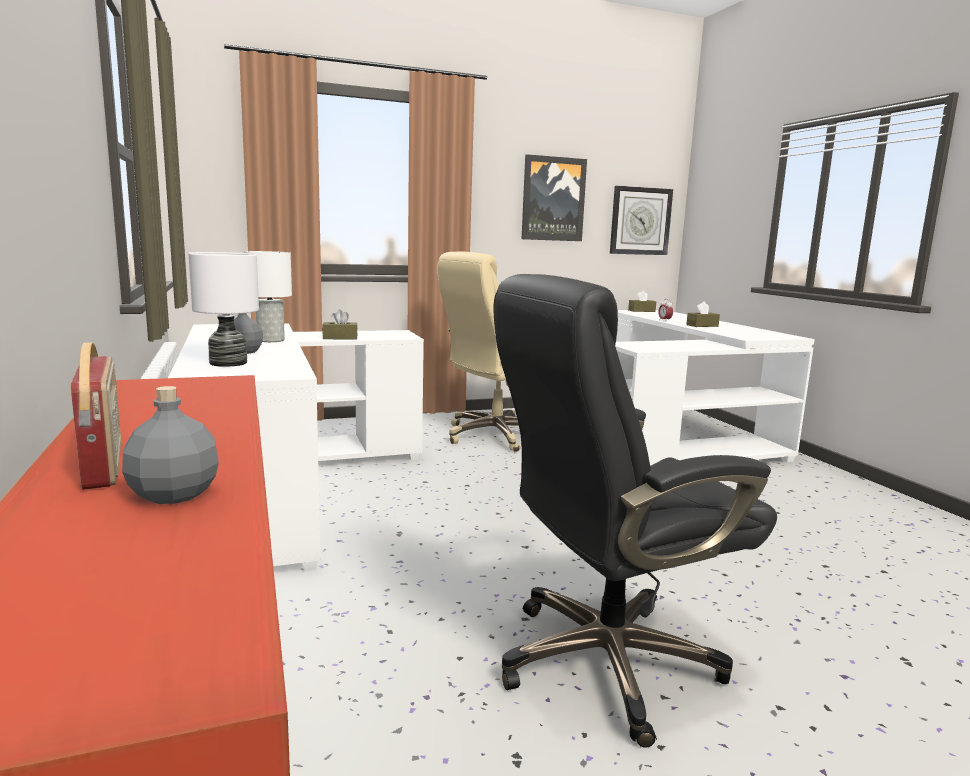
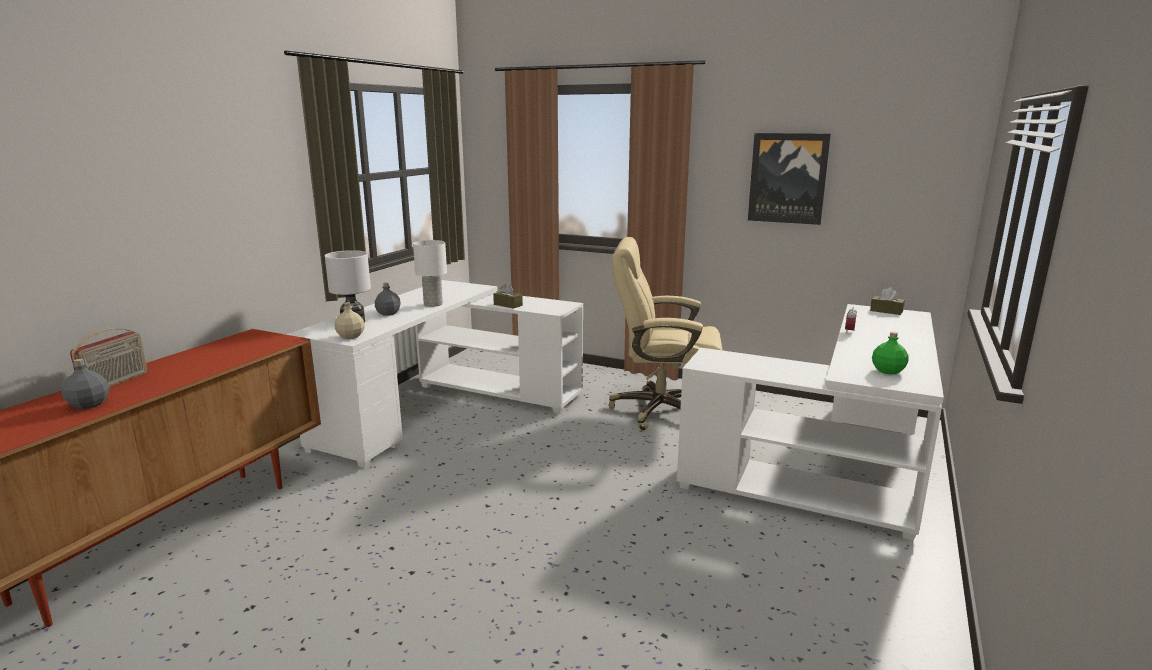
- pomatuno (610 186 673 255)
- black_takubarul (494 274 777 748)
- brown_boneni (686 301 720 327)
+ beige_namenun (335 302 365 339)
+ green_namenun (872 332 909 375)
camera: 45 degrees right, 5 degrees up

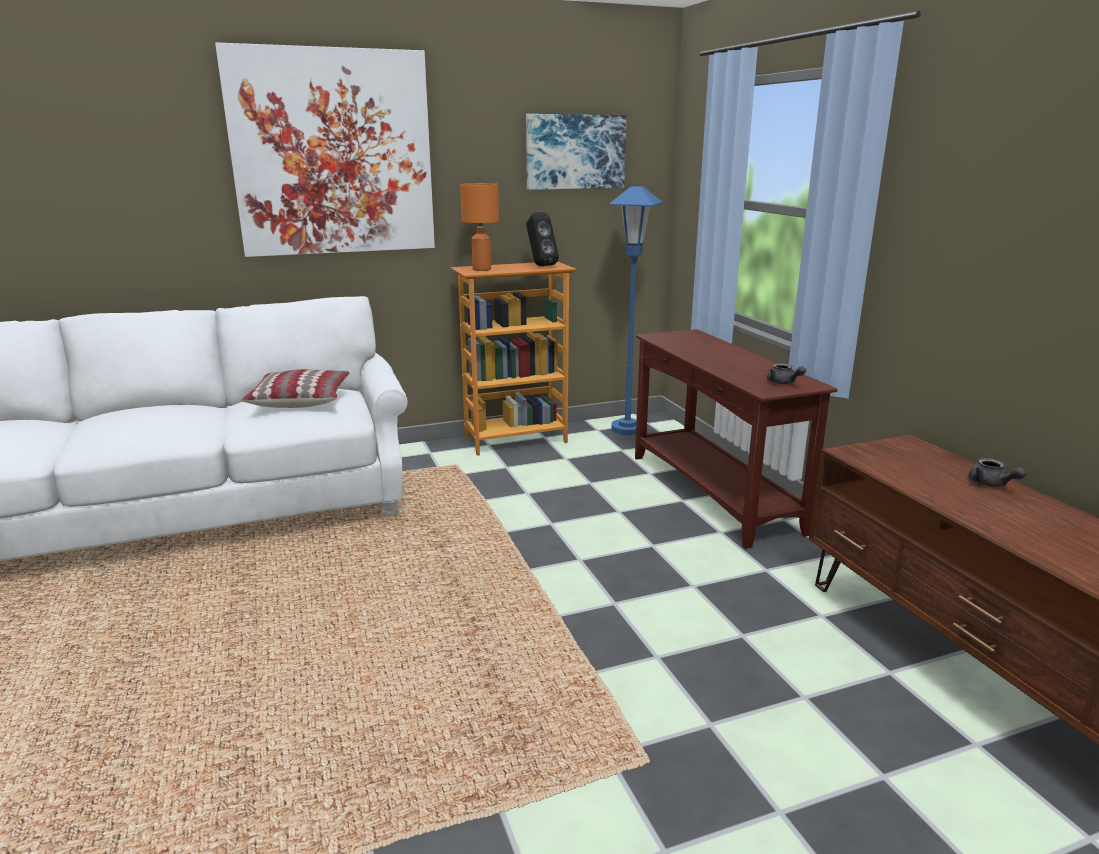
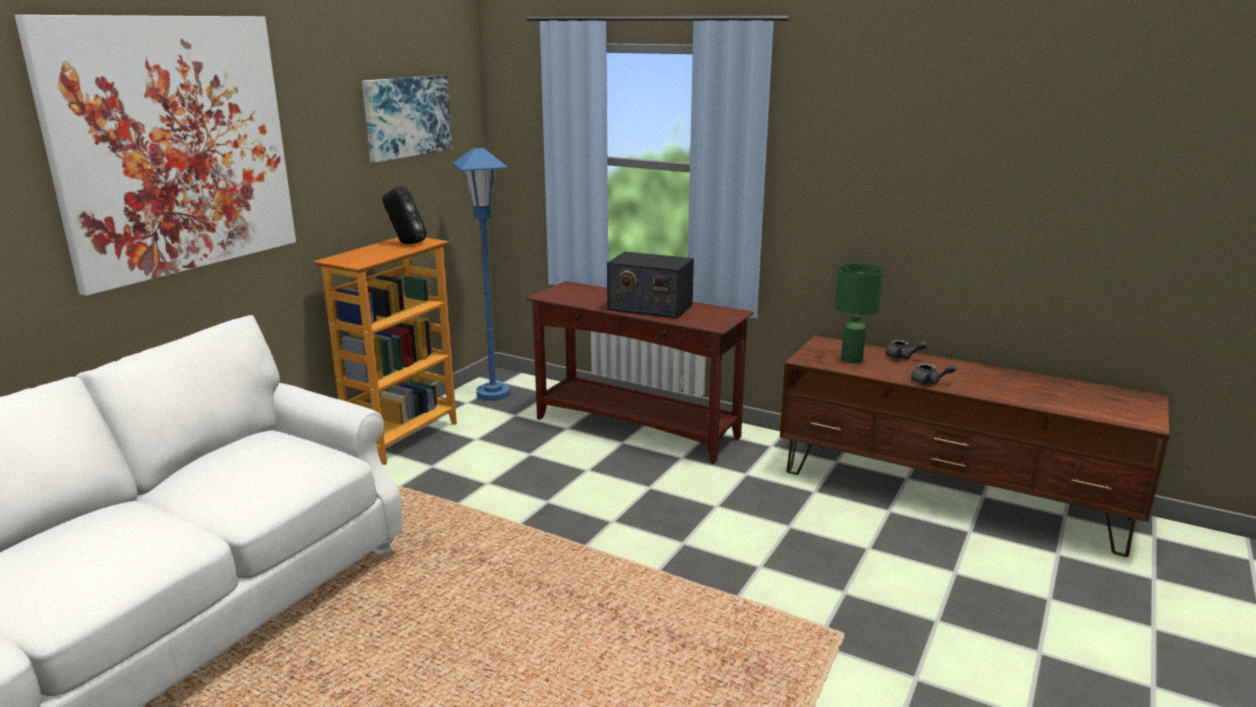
- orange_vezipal (460 183 499 271)
~ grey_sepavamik (767 363 806 384) to (911 363 956 385)
- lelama (241 369 349 408)
+ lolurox (607 252 694 319)
+ green_vezipal (835 263 883 363)
camera: 40 degrees left, 0 degrees up

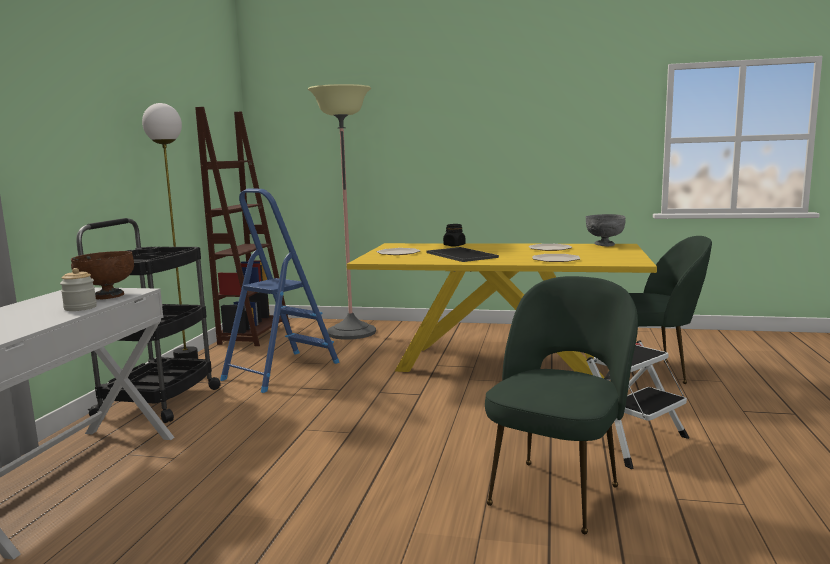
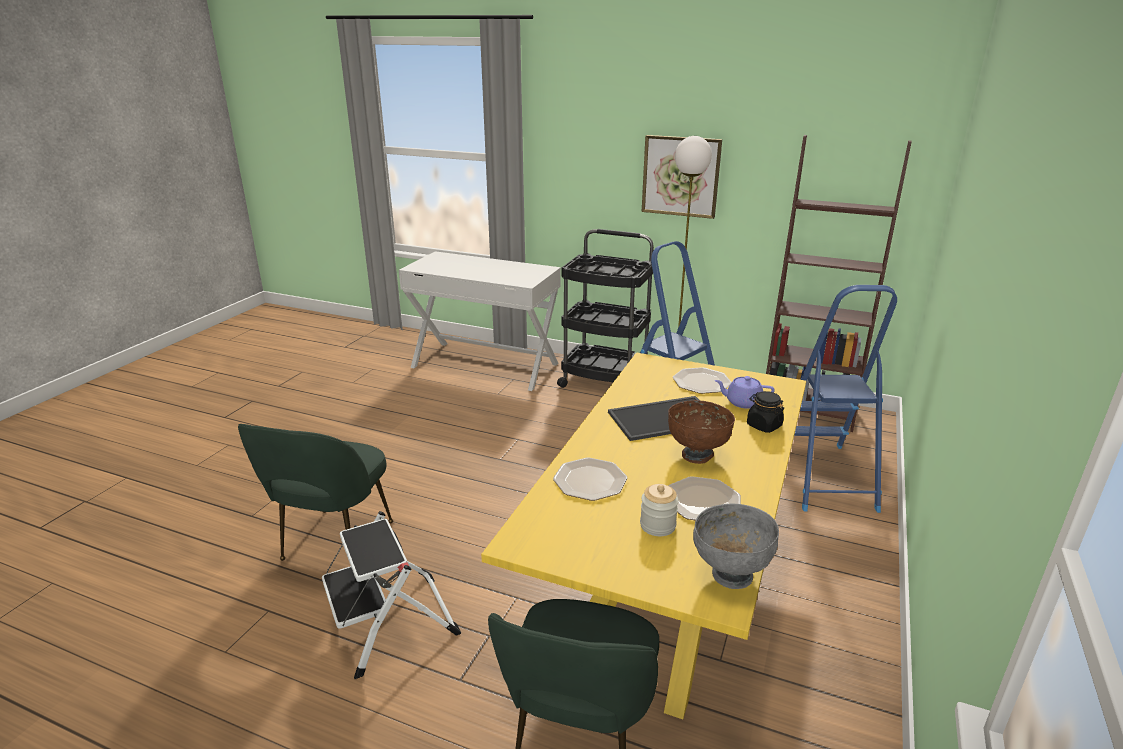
~ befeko (308 84 376 340) to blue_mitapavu (794 285 897 513)
~ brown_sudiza (71 251 134 299) to (668 400 735 464)
~ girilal (60 268 97 311) to (640 484 679 536)
~ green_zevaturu (485 276 638 534) = (238 424 393 561) 60 degrees clockwise
+ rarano (642 135 722 219)
+ purple_sepavamik (715 376 775 409)
camera: 100 degrees right, 15 degrees up

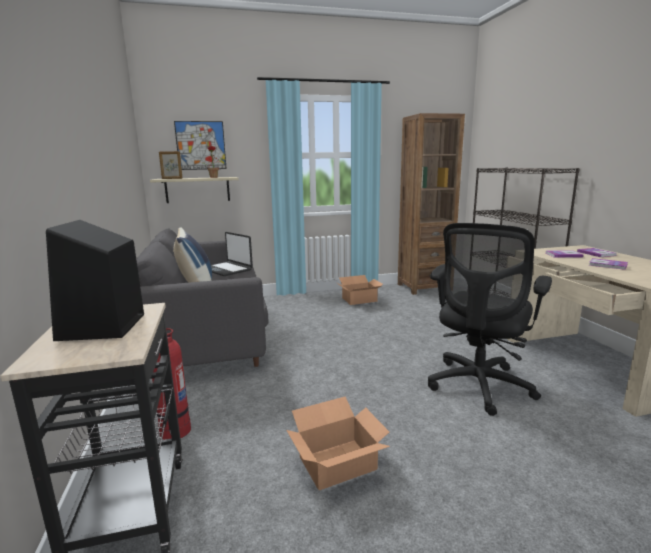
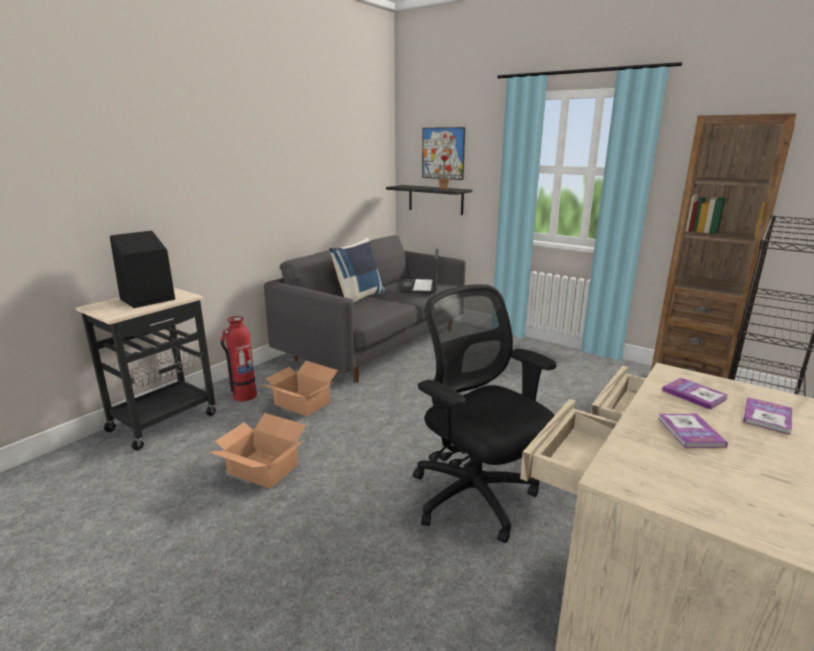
- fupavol (159 151 182 179)
~ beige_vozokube (150 177 239 203) to black_vozokube (386 185 472 215)
~ black_takubarul (428 223 552 416) = (413 284 556 543) 60 degrees clockwise
~ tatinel (337 275 383 305) to (261 361 338 416)
camera: 50 degrees right, 5 degrees up

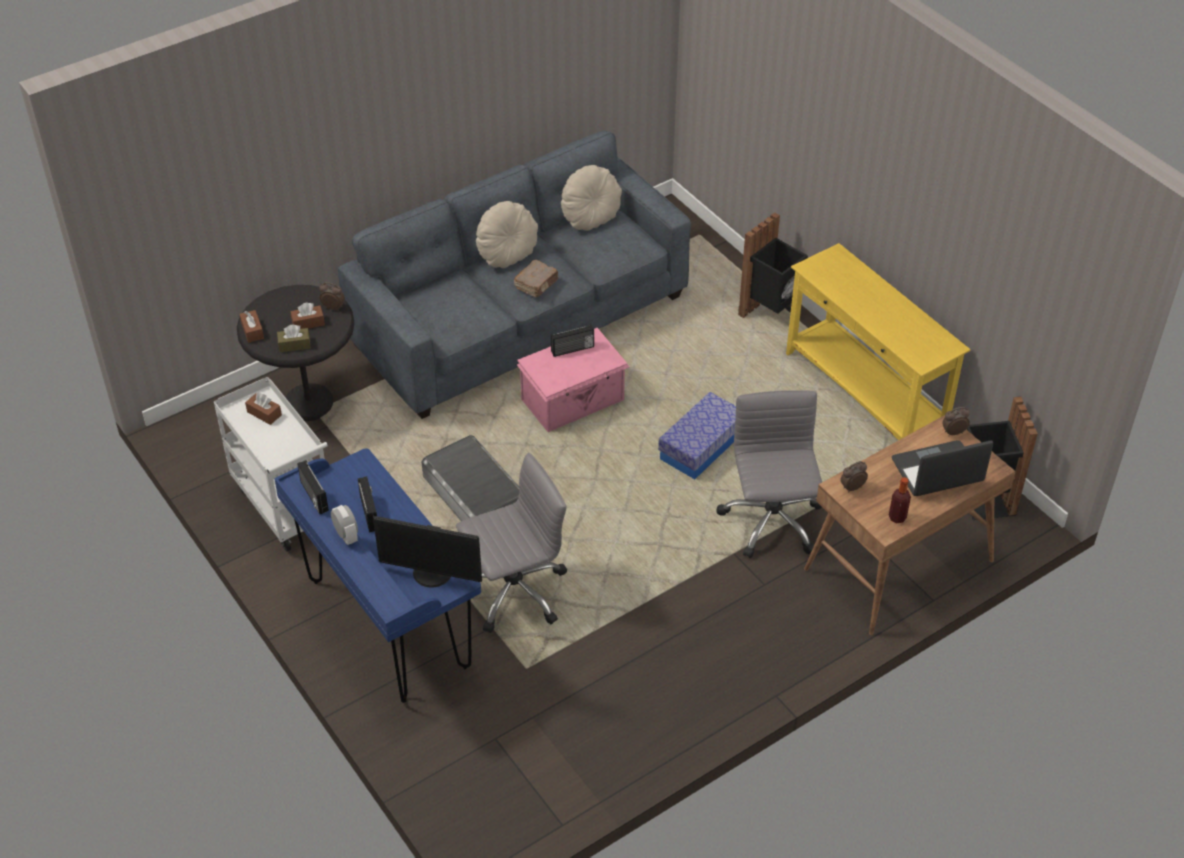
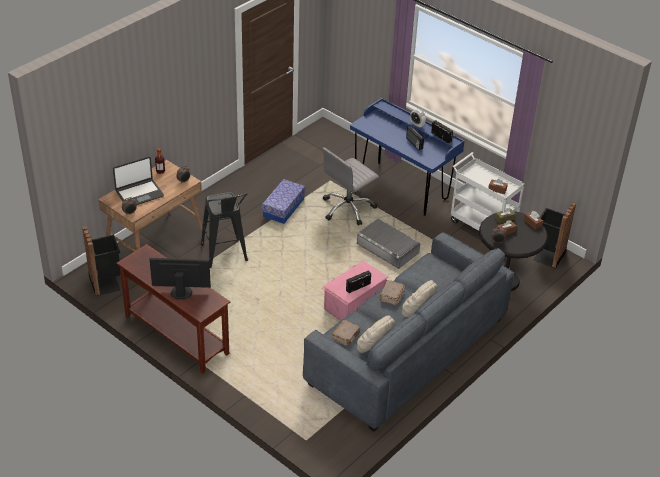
~ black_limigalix (738 212 808 318) to (533 202 576 269)
~ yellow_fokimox (786 243 970 440) to brown_fokimox (117 244 231 374)
~ grey_takubarul (716 390 822 558) to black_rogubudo (201 192 248 268)
~ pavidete (658 392 736 479) to (262 179 305 224)
~ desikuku (373 516 482 588) to (149 258 211 299)
+ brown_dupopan (332 320 360 346)
camera: 165 degrees right, 5 degrees down

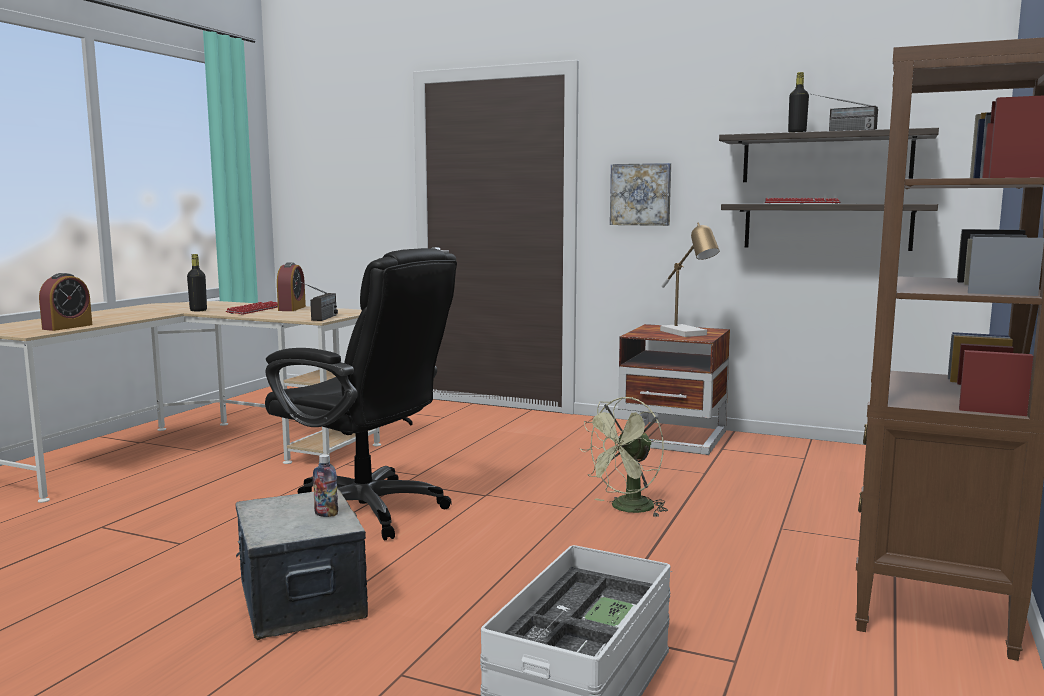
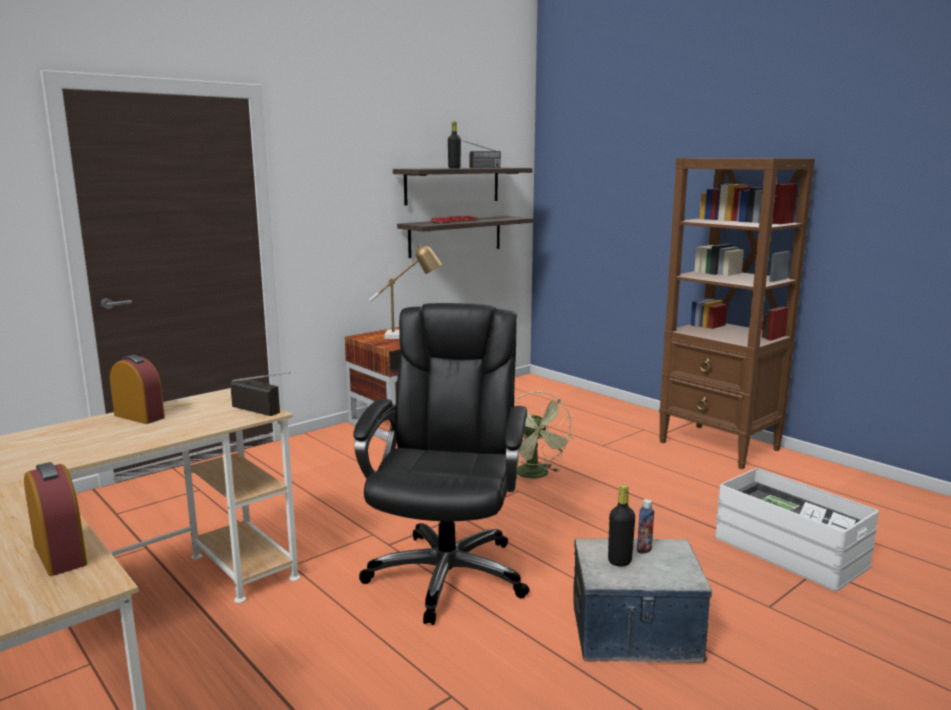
- rarano (610 163 671 226)
~ black_takubarul (265 248 457 540) = (353 303 530 625) 45 degrees counterclockwise
~ black_namenun (187 254 207 311) to (608 485 635 566)
- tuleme (226 301 278 315)
camera: 65 degrees left, 5 degrees up

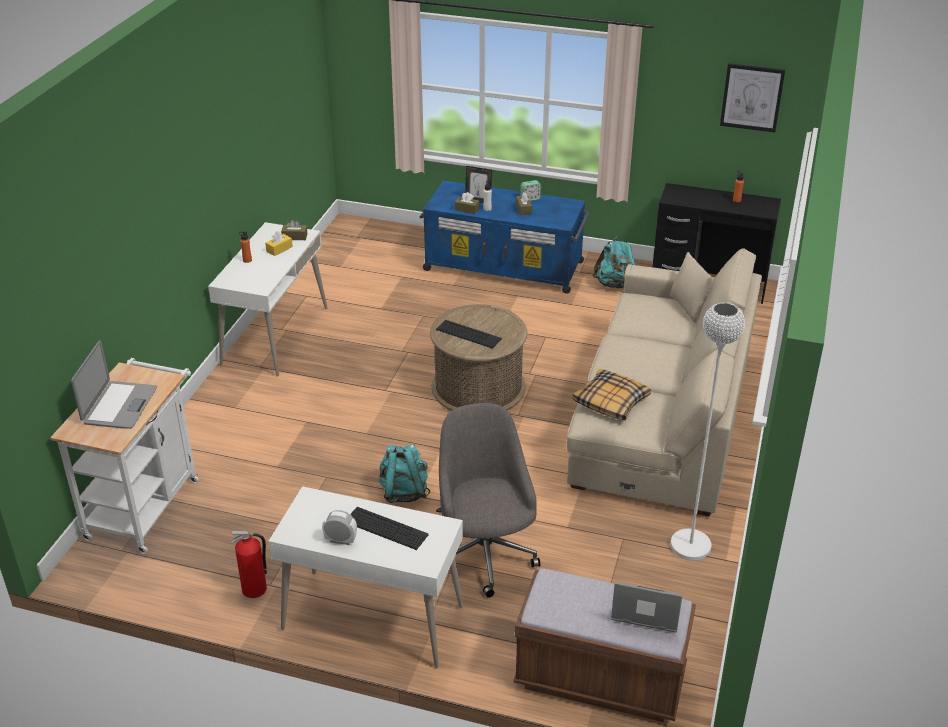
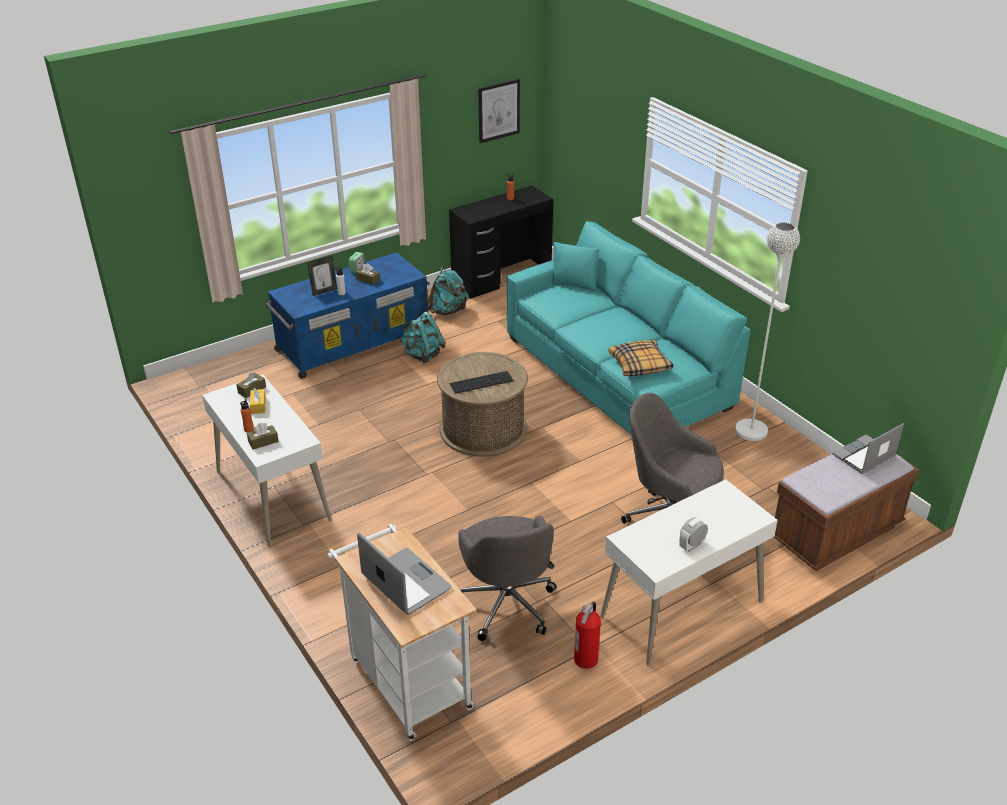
~ brown_boneni (455 192 480 214) to (247 423 279 450)
~ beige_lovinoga (567 248 762 516) to turquoise_lovinoga (507 221 750 434)
~ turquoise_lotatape (379 444 430 503) to (400 312 445 363)
- tuleme (350 507 429 550)
+ grey_takubarul (458 515 557 641)
camera: 50 degrees left, 0 degrees up

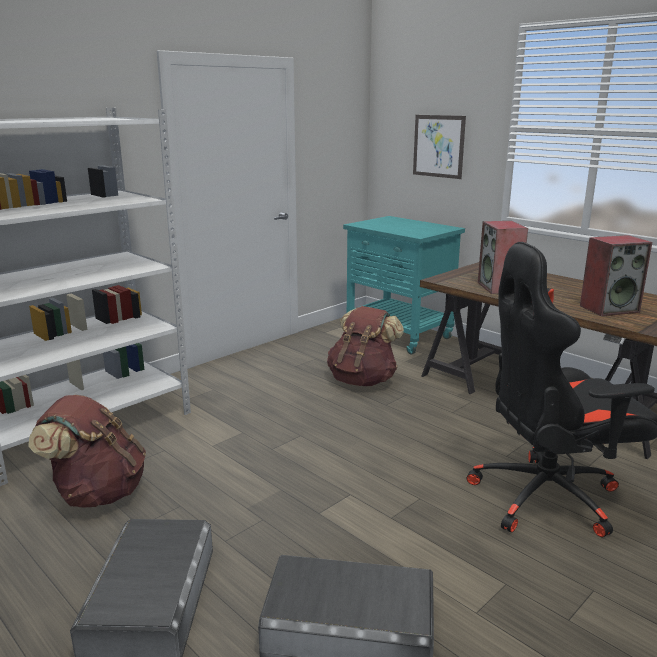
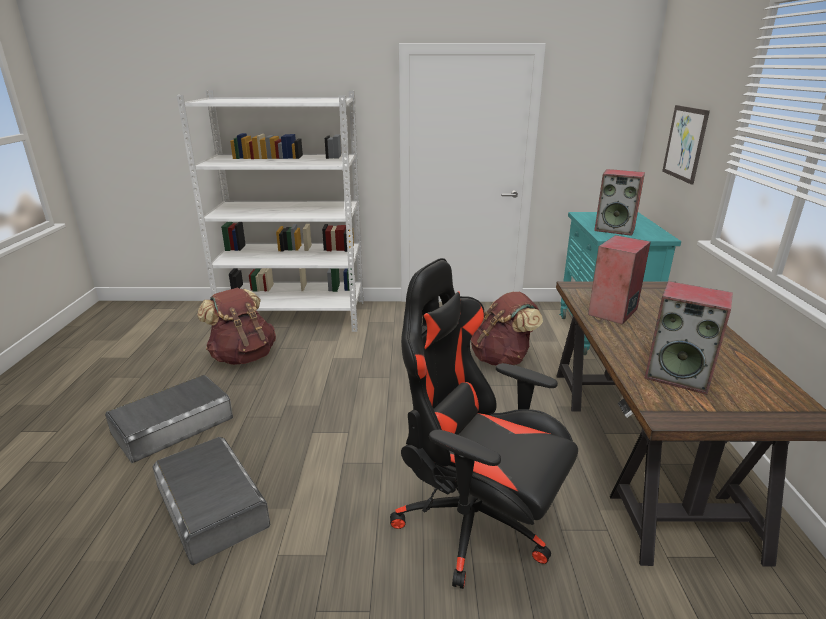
+ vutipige (594 169 645 236)
camera: 45 degrees right, 5 degrees up

